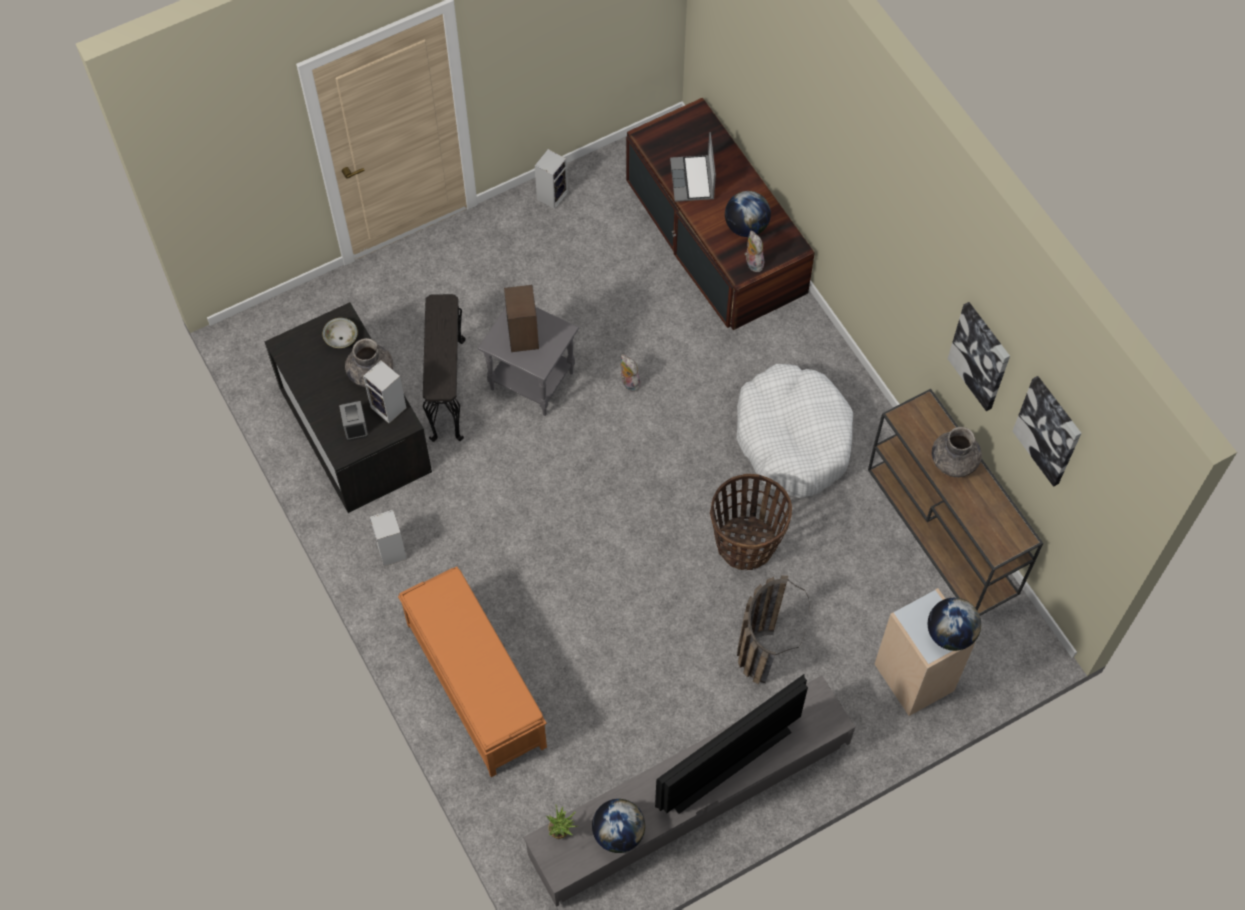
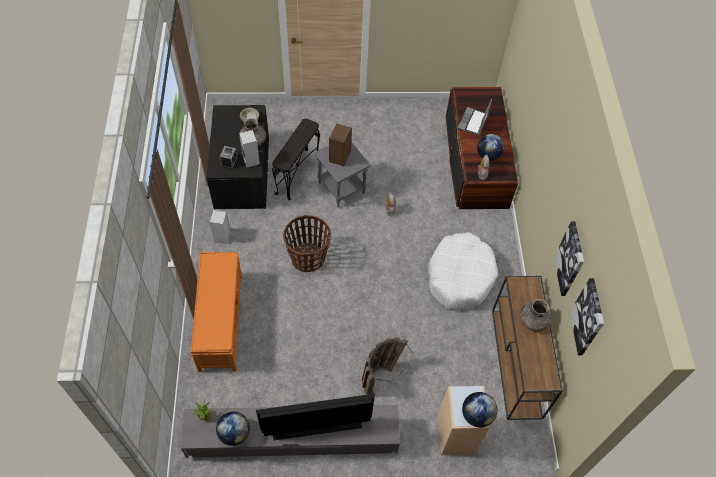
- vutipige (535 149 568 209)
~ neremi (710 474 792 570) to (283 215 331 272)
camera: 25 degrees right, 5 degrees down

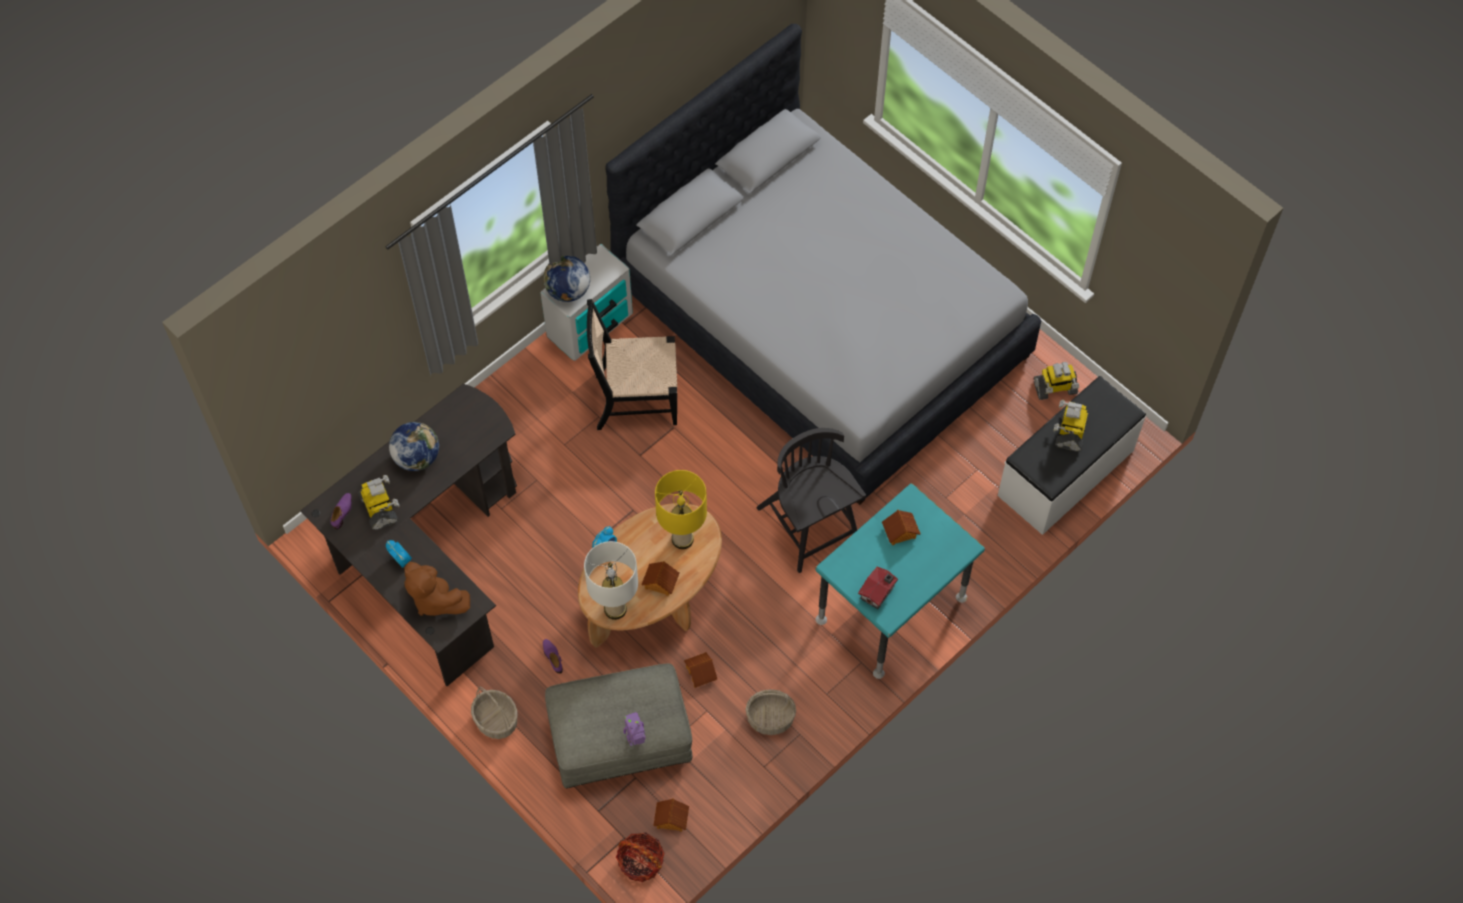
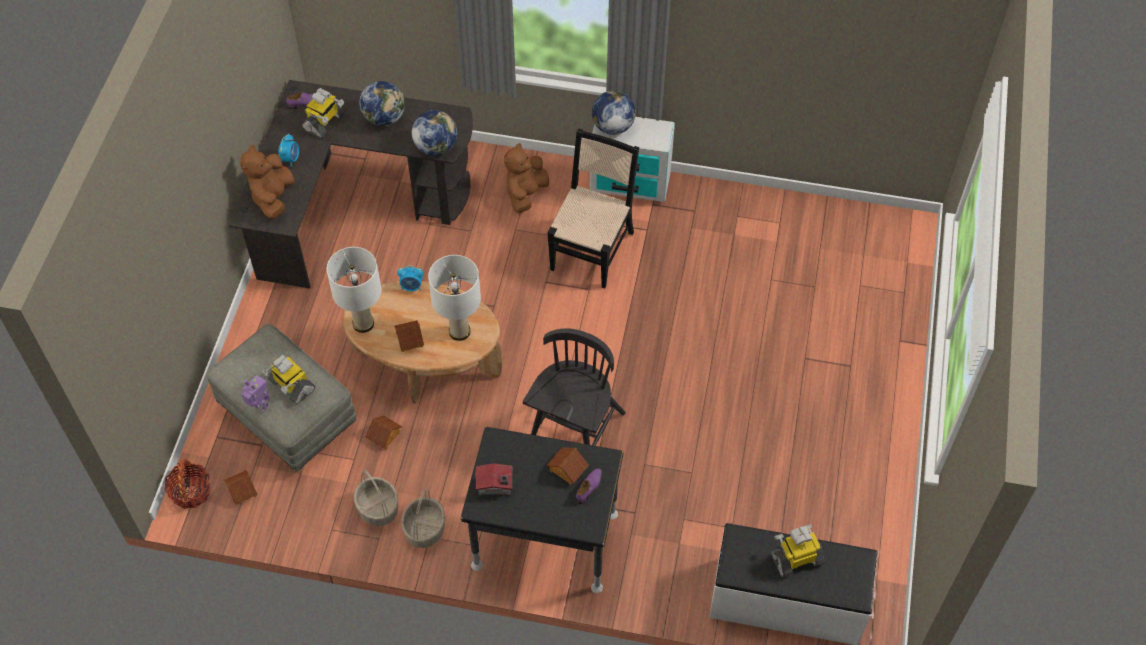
- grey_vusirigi (605 24 1041 505)
~ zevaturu (587 299 677 430) = (547 128 639 288) 60 degrees clockwise
~ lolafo (1034 362 1079 400) to (262 355 315 405)
~ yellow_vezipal (655 470 707 549) to white_vezipal (428 255 481 341)
~ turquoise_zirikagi (815 483 985 679) to black_zirikagi (461 427 623 593)
~ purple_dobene (543 639 563 674) to (576 469 602 504)
~ neremi (471 687 517 739) to (401 489 445 548)
+ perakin (412 110 457 156)
+ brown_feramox (504 143 549 213)
camera: 55 degrees right, 5 degrees down

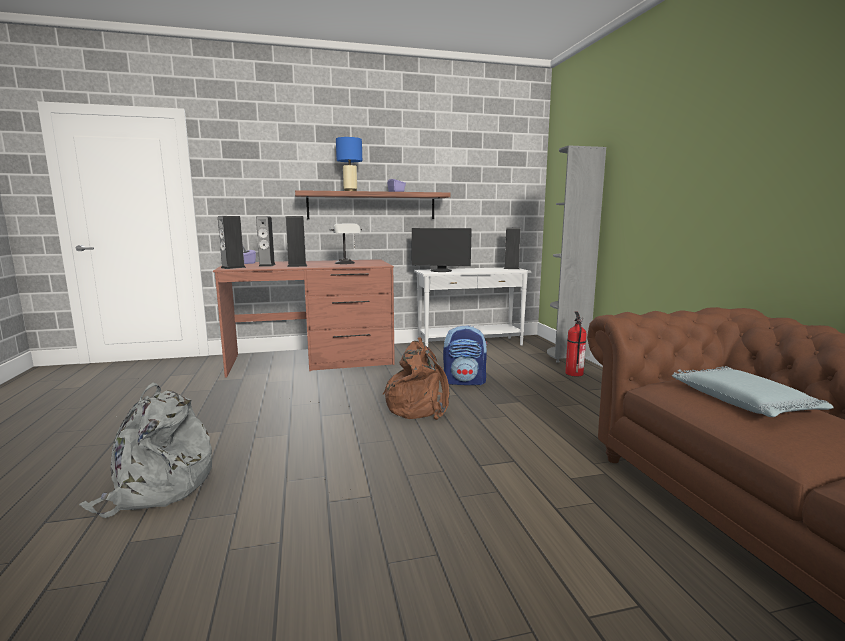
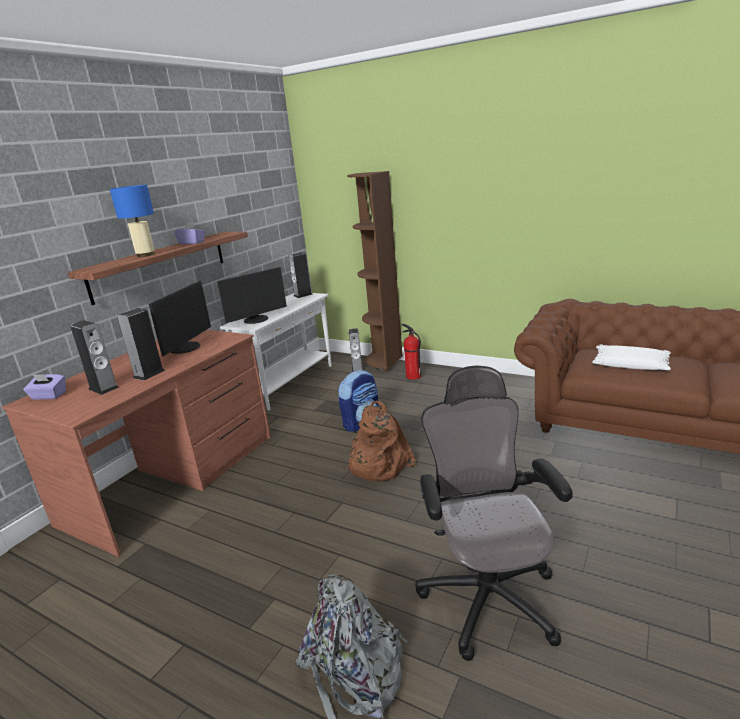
~ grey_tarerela (547 145 606 363) to brown_tarerela (347 171 402 372)
~ vutipige (218 216 246 269) to (349 328 363 372)
~ vezipal (329 224 362 264) to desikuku (149 281 211 356)
~ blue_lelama (672 366 834 417) to white_lelama (592 344 671 370)
+ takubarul (415 366 572 661)
camera: 45 degrees left, 10 degrees up

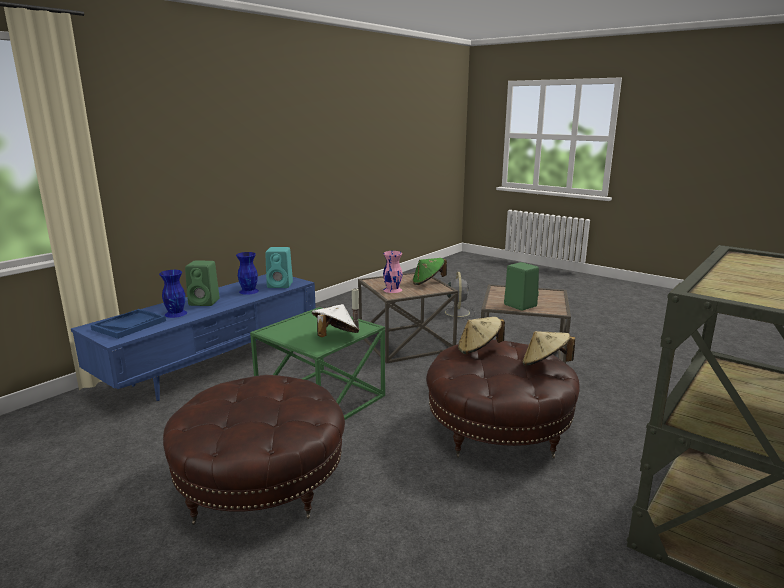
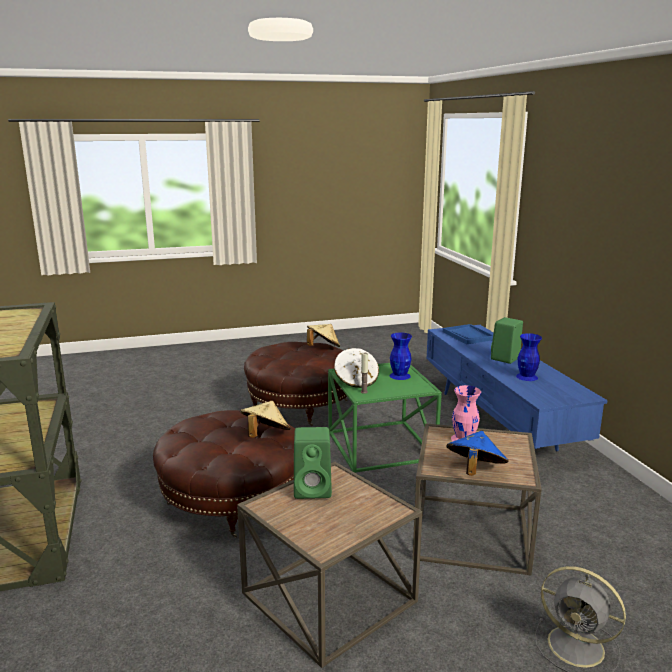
- turquoise_vutipige (266 247 293 288)
~ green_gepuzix (413 258 447 285) to blue_gepuzix (446 431 509 476)
~ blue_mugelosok (159 270 187 318) to (390 332 412 380)
~ beige_gepuzix (522 331 575 366) to (307 324 340 347)
camera: 125 degrees right, 0 degrees up

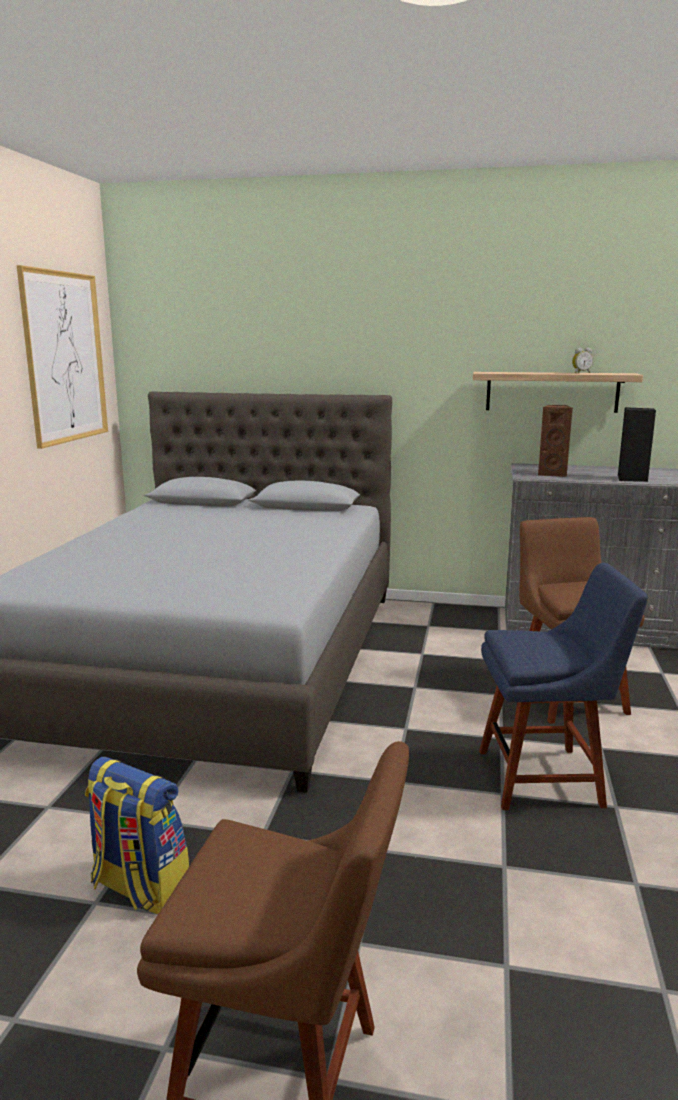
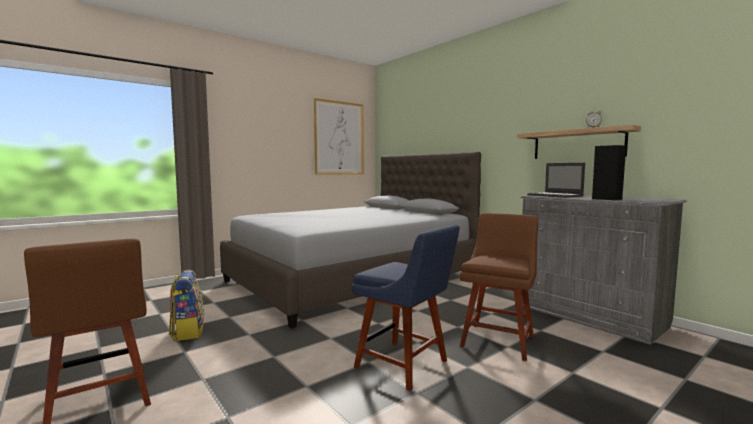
~ brown_vutipige (538 405 573 477) to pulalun (527 163 585 198)
camera: 40 degrees right, 10 degrees down

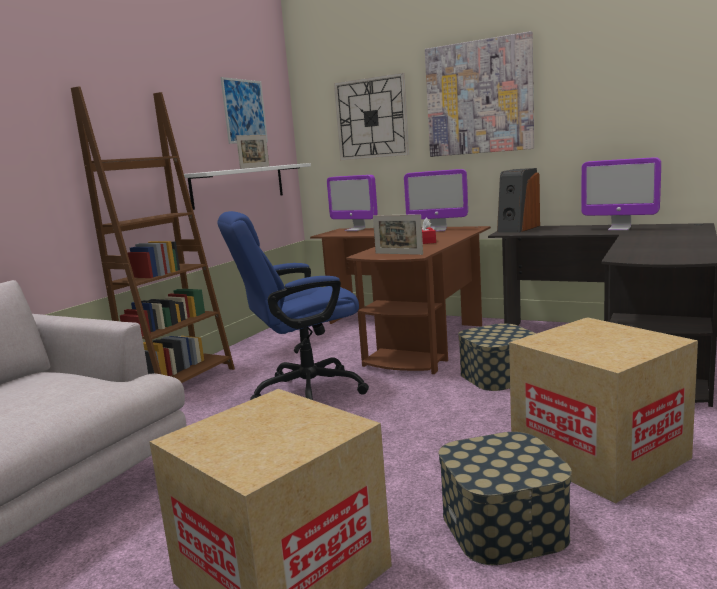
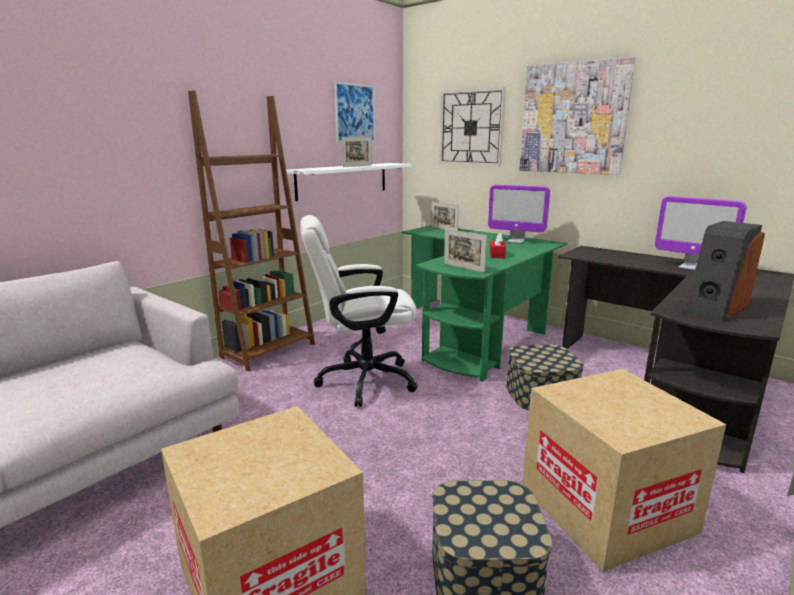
~ vutipige (497 168 540 233) to (685 221 765 321)
~ desikuku (327 175 378 231) to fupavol (431 202 459 231)
~ blue_takubarul (217 211 369 400) to white_takubarul (300 215 418 407)
~ brown_zirikagi (310 226 491 374) to green_zirikagi (402 225 567 381)
camera: 10 degrees right, 5 degrees up

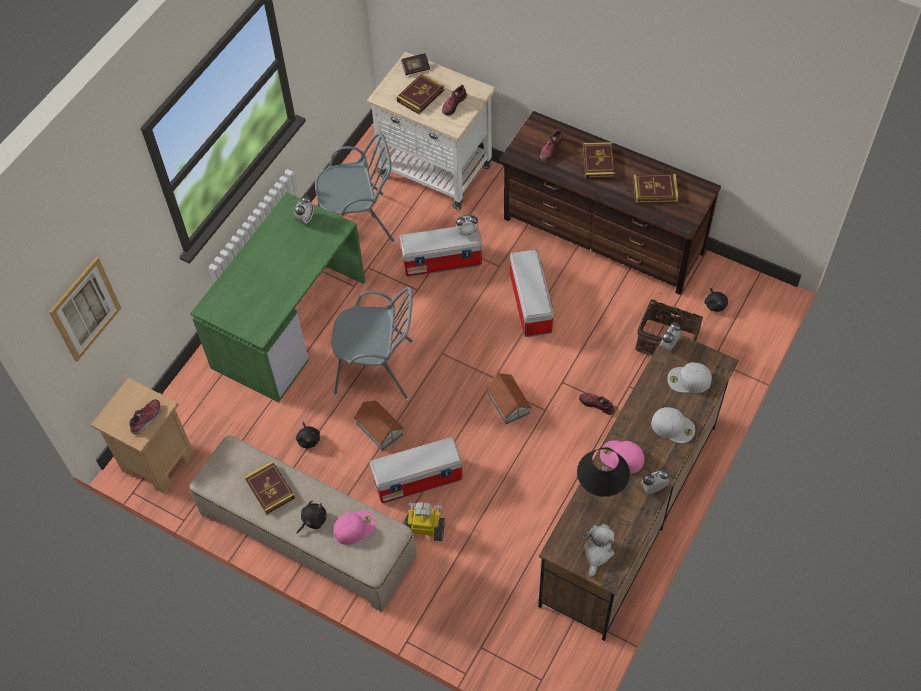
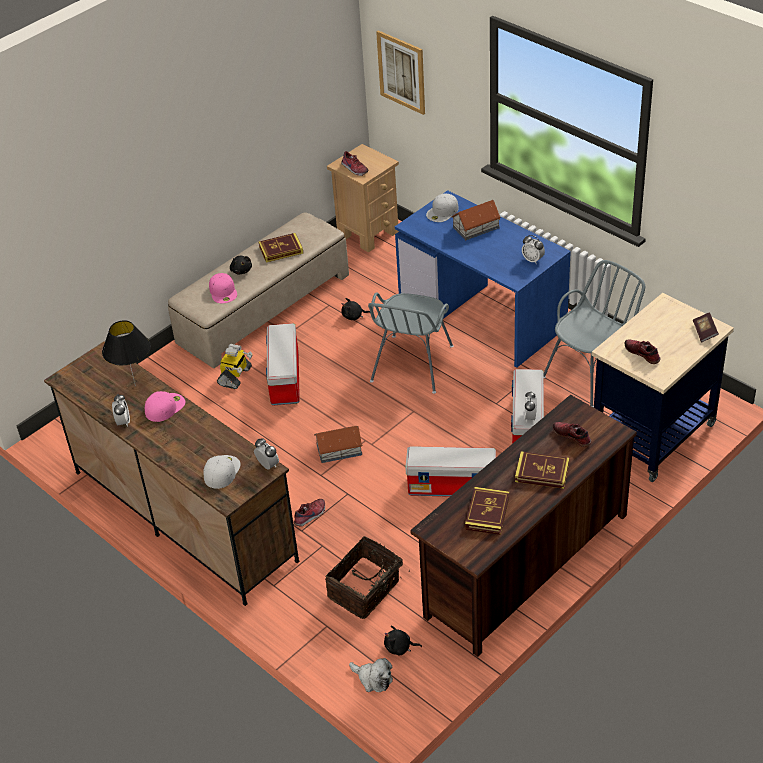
~ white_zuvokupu (367 52 496 211) to blue_zuvokupu (592 293 734 482)
- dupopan (397 73 444 114)
~ grey_zevaturu (315 132 396 244) = (544 260 645 407) 135 degrees counterclockwise
~ green_zirikagi (190 192 365 402) to blue_zirikagi (395 190 571 368)
~ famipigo (354 400 404 451) to (451 200 501 240)
~ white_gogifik (651 407 695 443) to (426 193 458 222)
~ feramox (583 524 614 577) to (349 658 393 692)
camera: 105 degrees right, 15 degrees down

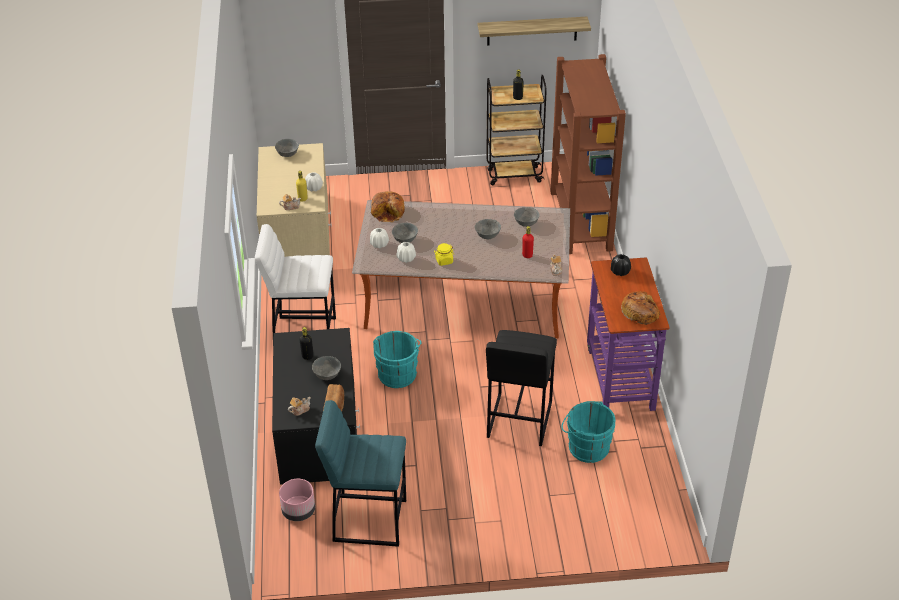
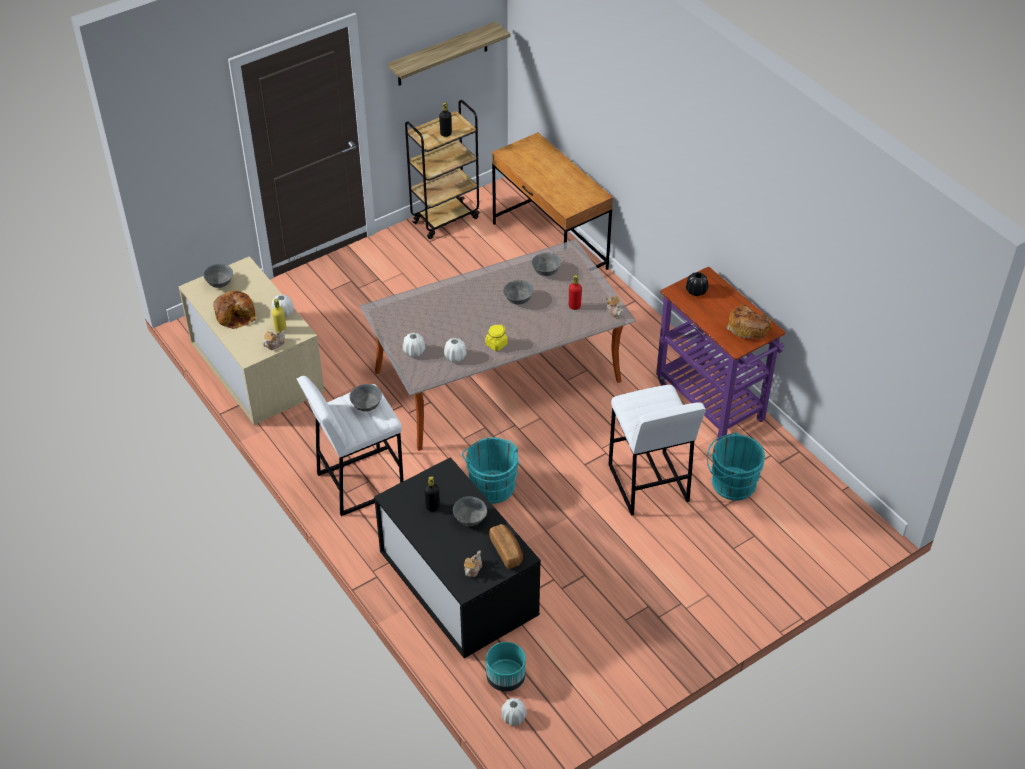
~ brown_tarerela (550 54 626 254) to brown_zirikagi (492 133 613 270)
~ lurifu (371 191 405 222) to (213 291 257 329)
~ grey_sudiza (392 223 418 243) to (349 384 382 412)
~ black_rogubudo (486 330 557 446) to white_rogubudo (608 385 706 516)
- turquoise_rogubudo (315 400 406 547)
~ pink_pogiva (279 479 315 521) to turquoise_pogiva (486 642 526 692)
+ white_mugelosok (501 698 527 726)
camera: 30 degrees left, 5 degrees up

